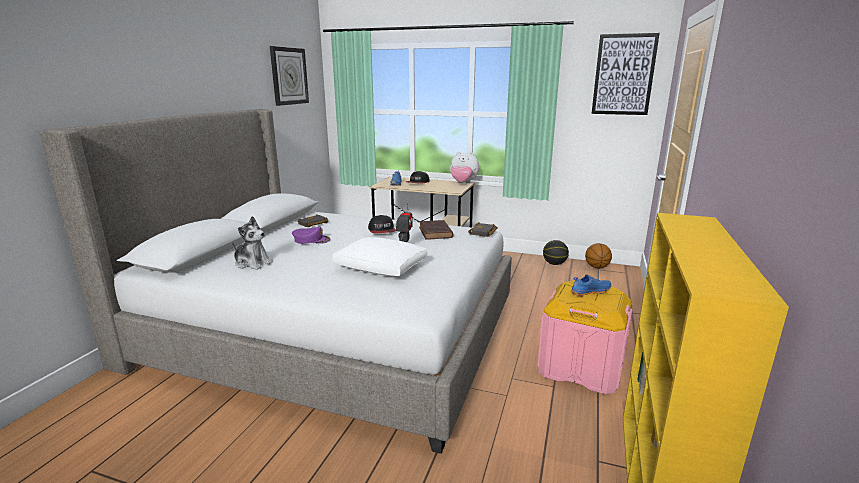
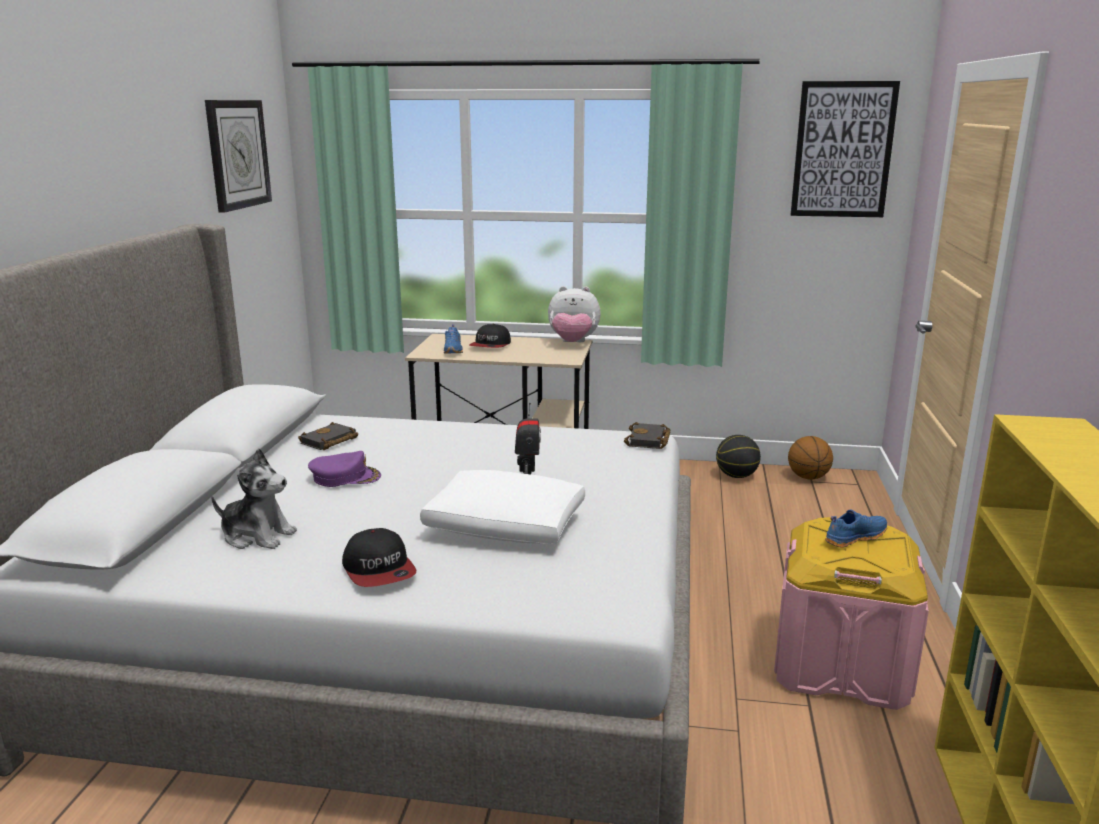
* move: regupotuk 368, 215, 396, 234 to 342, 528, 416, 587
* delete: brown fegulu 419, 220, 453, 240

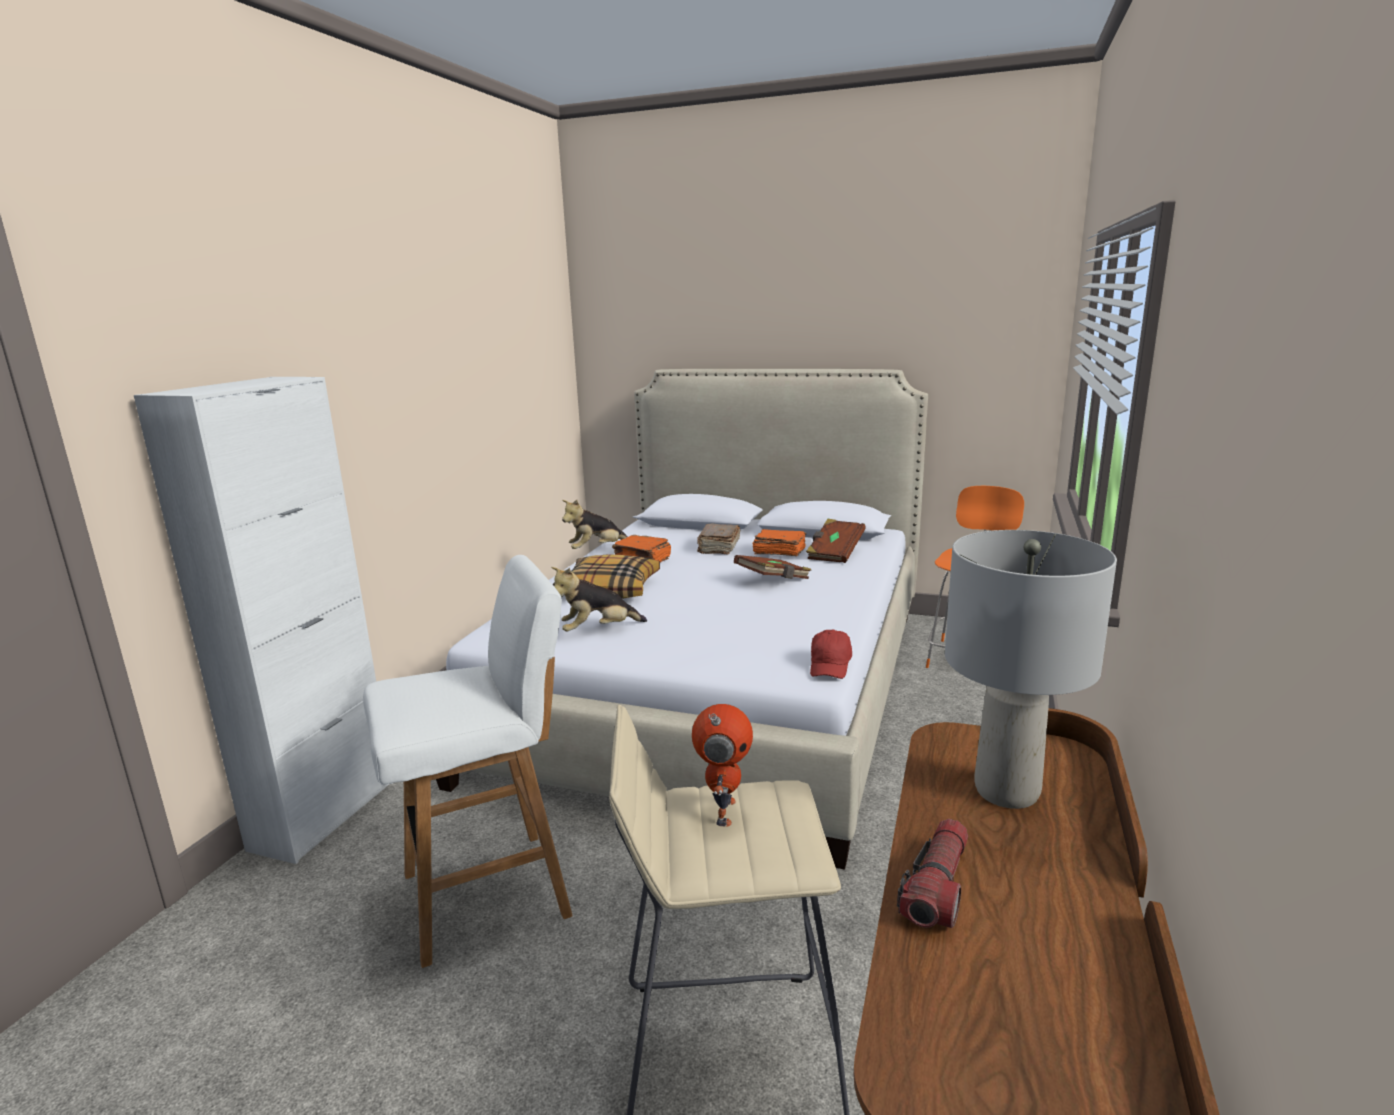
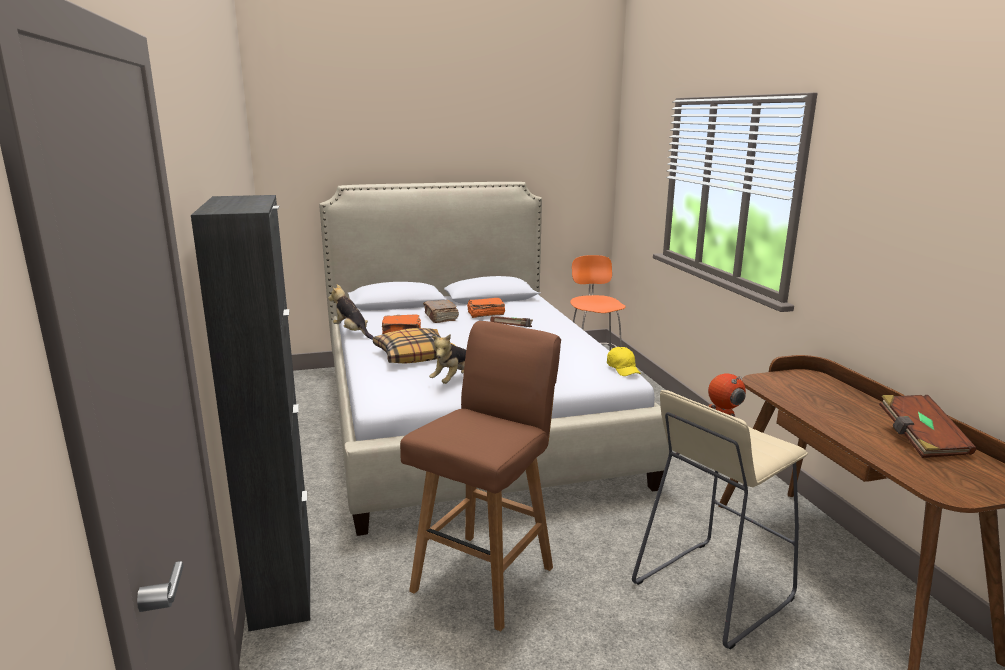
* recolor: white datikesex 134, 377, 392, 864 to black datikesex 191, 195, 310, 631
* rotate: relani 562, 500, 627, 549 = 328, 284, 373, 340 105 degrees clockwise
* move: brown fegulu 806, 519, 866, 563 to 879, 395, 977, 458
* delete: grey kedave 945, 530, 1117, 809
* recolor: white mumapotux 363, 555, 573, 968 to brown mumapotux 400, 321, 561, 632
* recolor: red regupotuk 810, 629, 852, 679 to yellow regupotuk 607, 347, 641, 376
* delete: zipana 897, 819, 968, 928

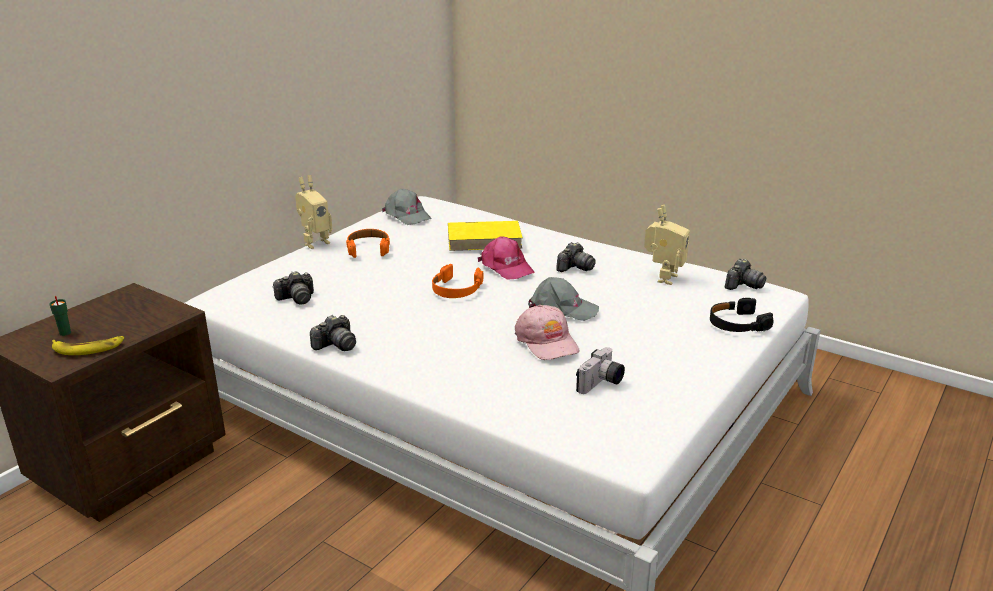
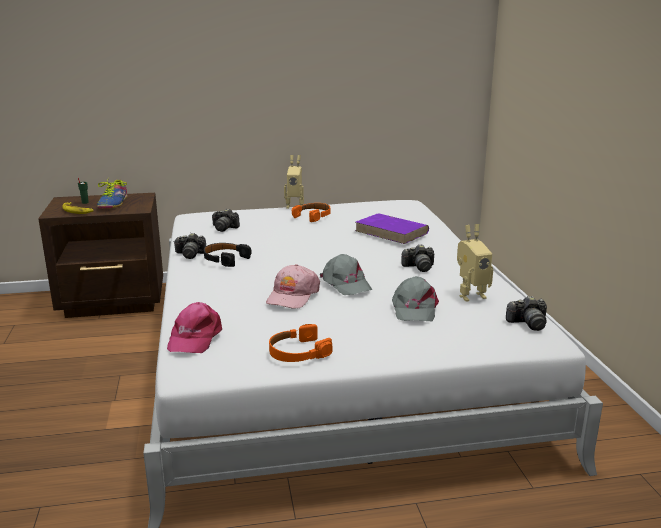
* move: grey regupotuk 382, 189, 432, 225 to 392, 276, 439, 321
* recolor: yellow fegulu 448, 221, 523, 251 to purple fegulu 355, 213, 429, 244
* move: pink regupotuk 478, 236, 535, 280 to 167, 302, 222, 353
* move: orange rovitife 432, 264, 483, 298 to 269, 324, 333, 362
* move: black rovitife 710, 298, 774, 332 to 204, 243, 252, 267
* delete: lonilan 576, 347, 625, 394
* insert: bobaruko 97, 177, 128, 209

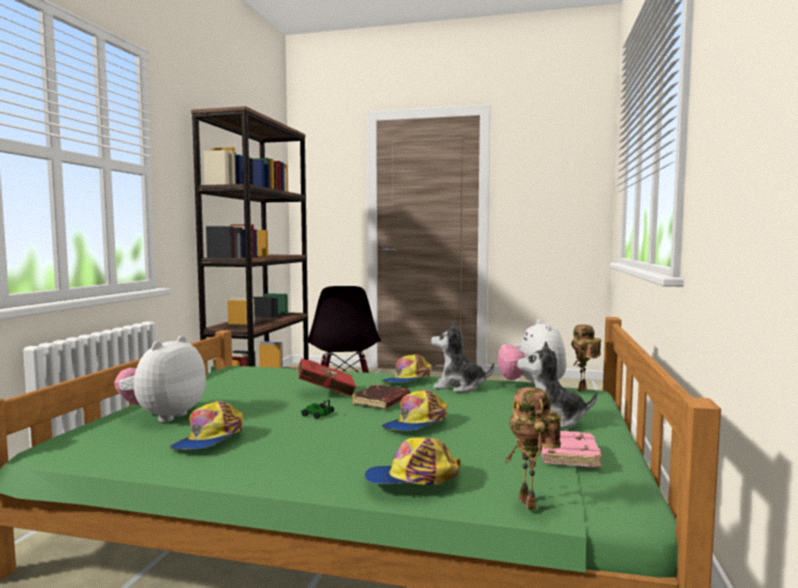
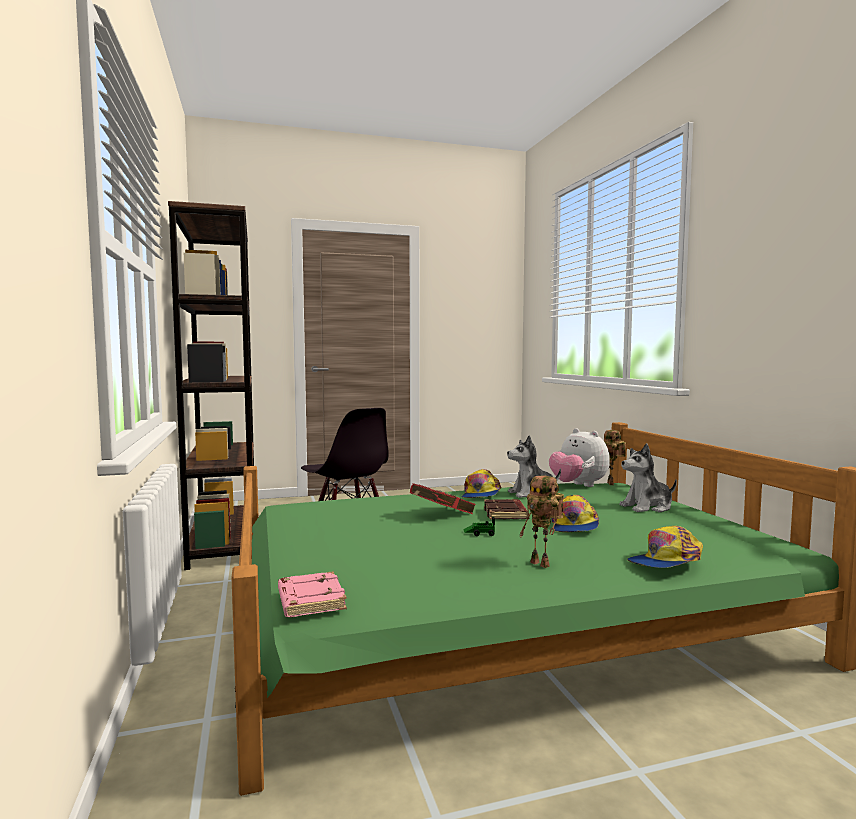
* delete: relani 114, 336, 206, 422
* move: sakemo 504, 387, 562, 510 to 519, 476, 564, 568
* delete: regupotuk 169, 401, 243, 450
* move: pink fegulu 541, 431, 602, 468 to 278, 571, 347, 617

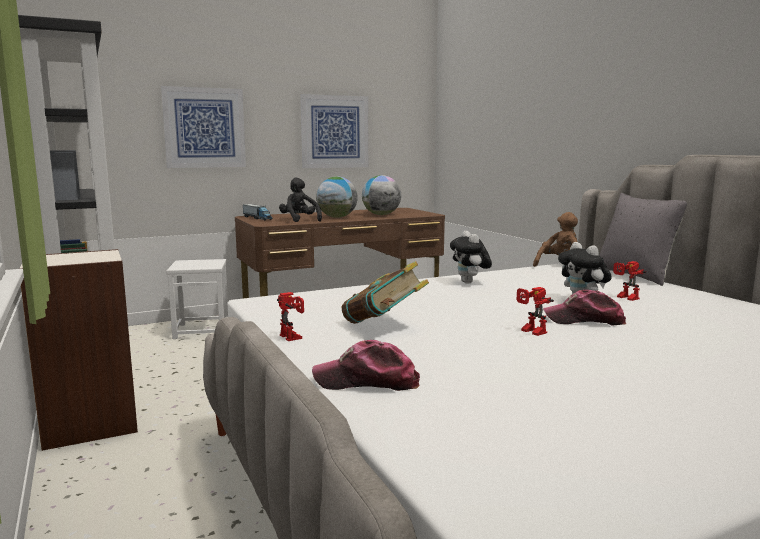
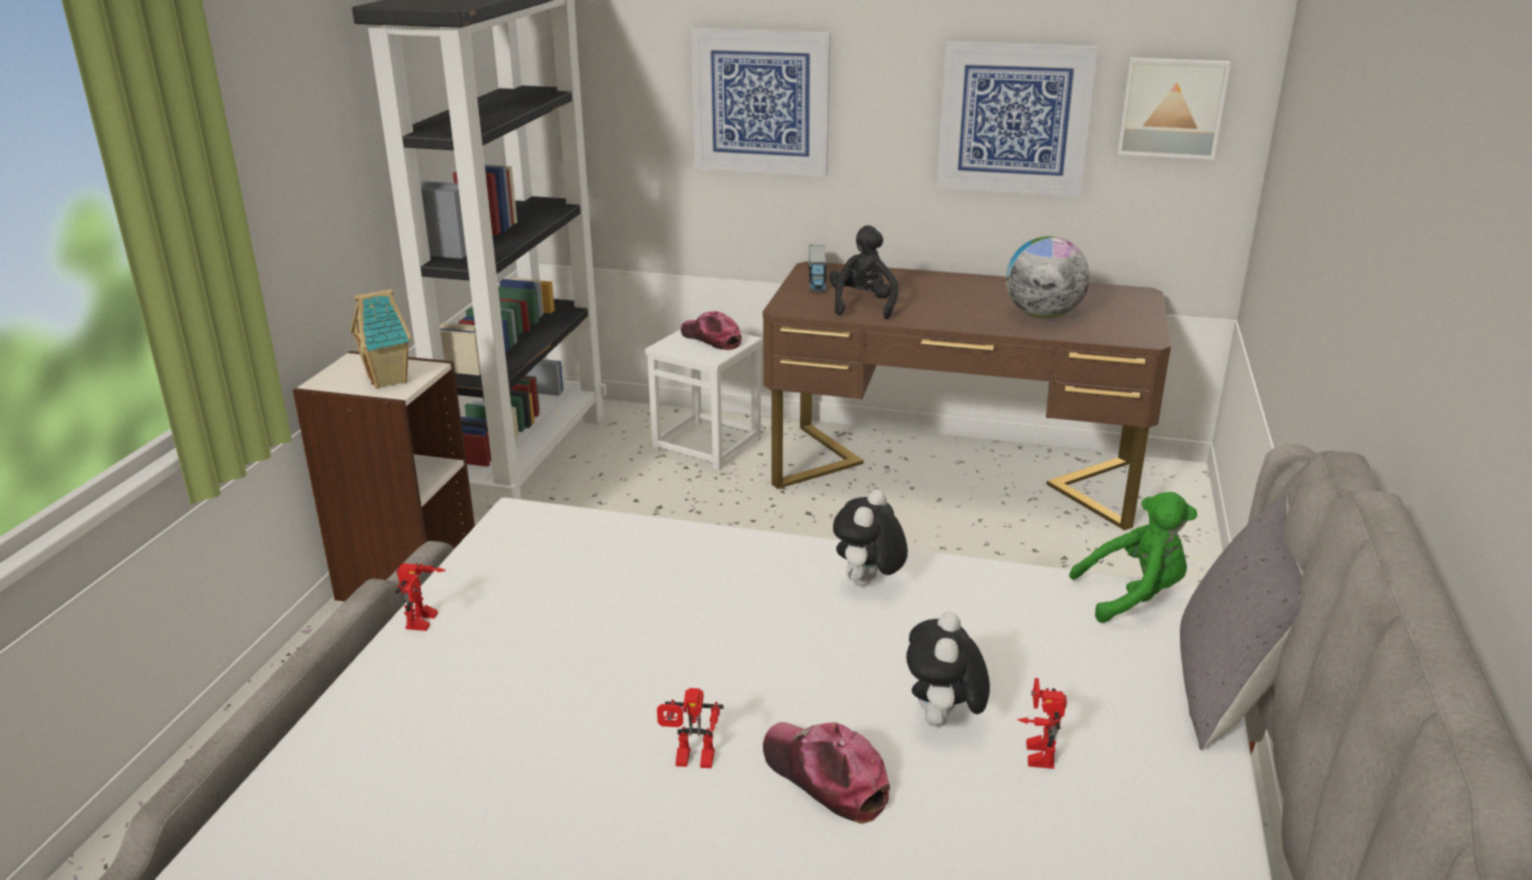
* delete: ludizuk 316, 176, 358, 218
* recolor: brown relani 533, 212, 578, 267 to green relani 1069, 492, 1197, 623
* delete: fegulu 341, 261, 429, 324
* rotate: sakemo 517, 287, 554, 336 = 657, 688, 724, 768 90 degrees counterclockwise
* move: regupotuk 312, 340, 420, 391 to 681, 311, 742, 350
* insert: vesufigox 1117, 58, 1231, 160
* insert: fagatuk 350, 289, 412, 389

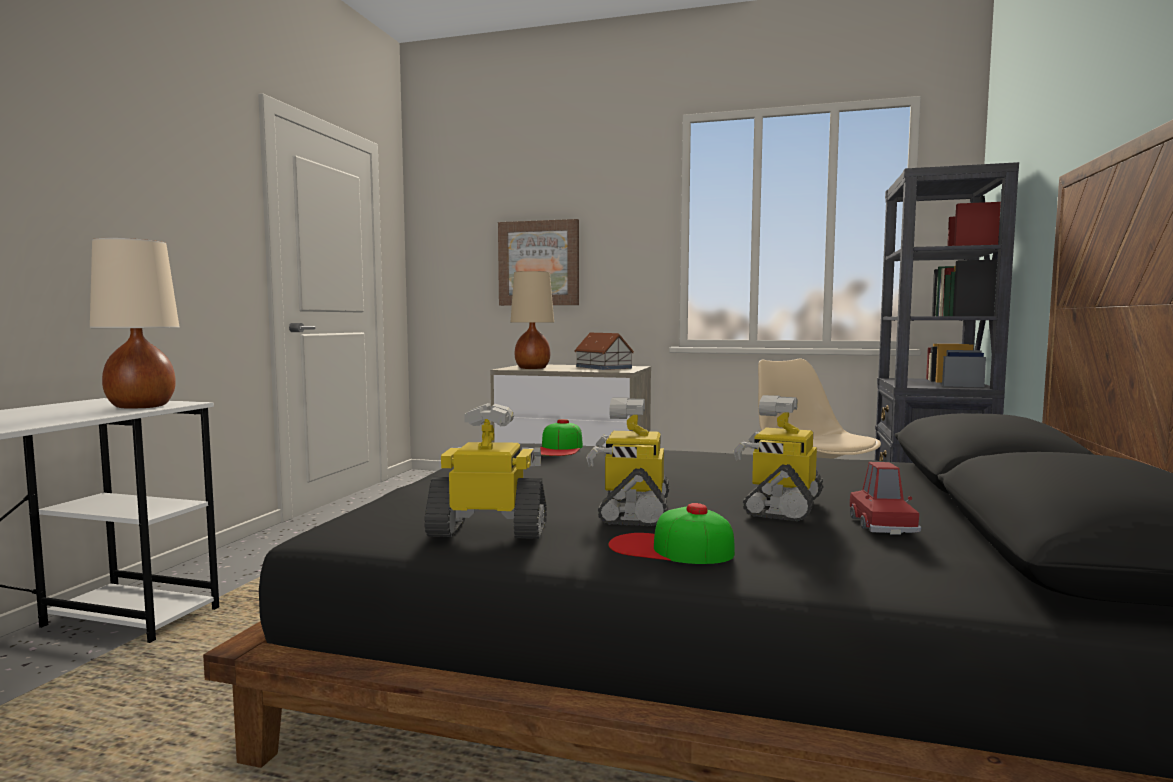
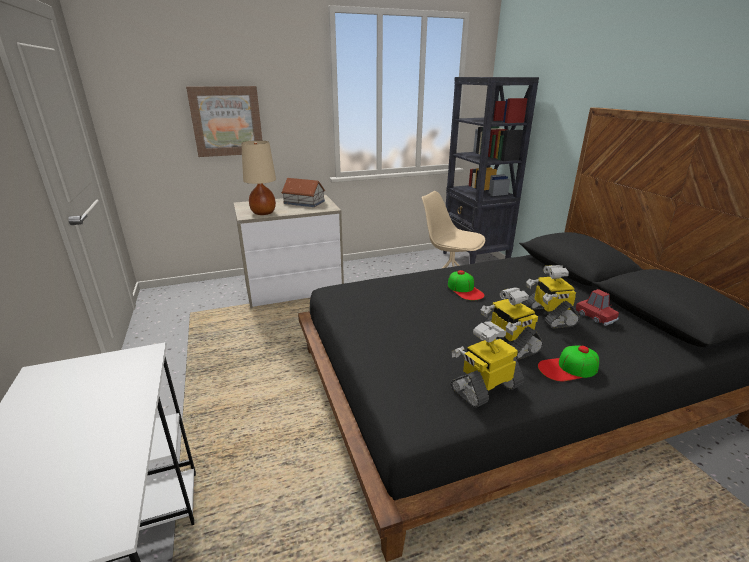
* delete: beige kedave 90, 238, 179, 408
* move: regupotuk 540, 419, 583, 456 to 448, 270, 485, 300

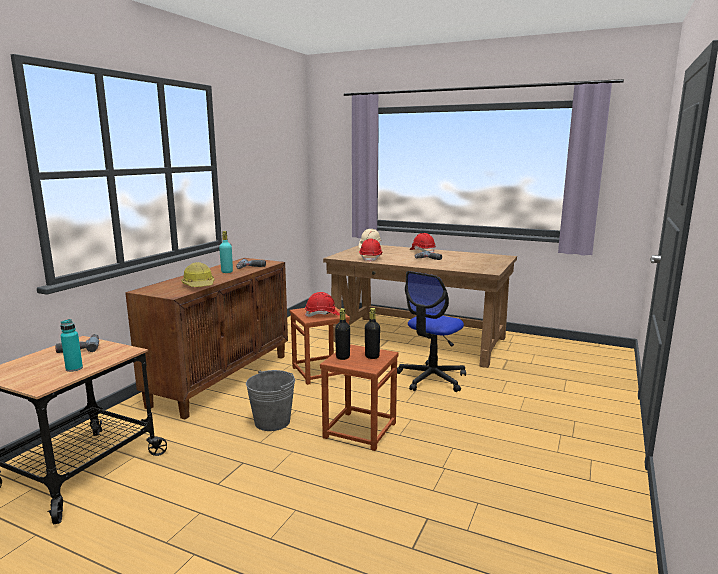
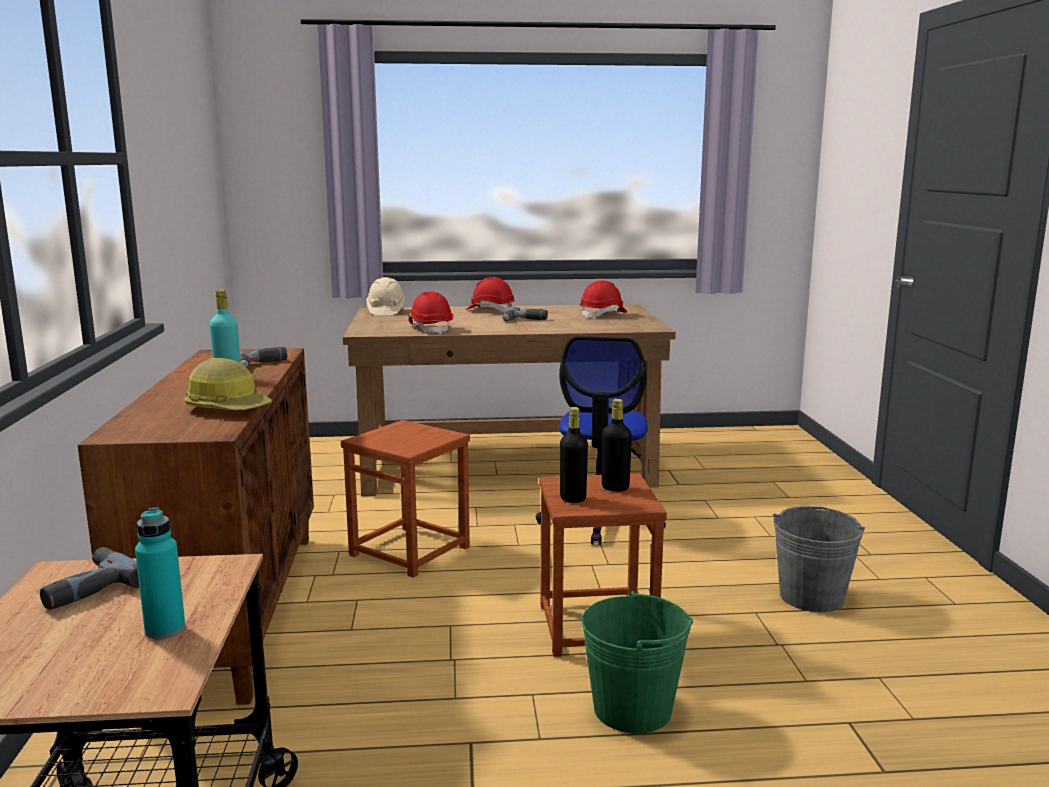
* move: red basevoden 305, 292, 340, 317 to 580, 280, 627, 318
* move: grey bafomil 246, 370, 295, 431 to 773, 506, 865, 612
* insert: green bafomil 581, 590, 693, 734

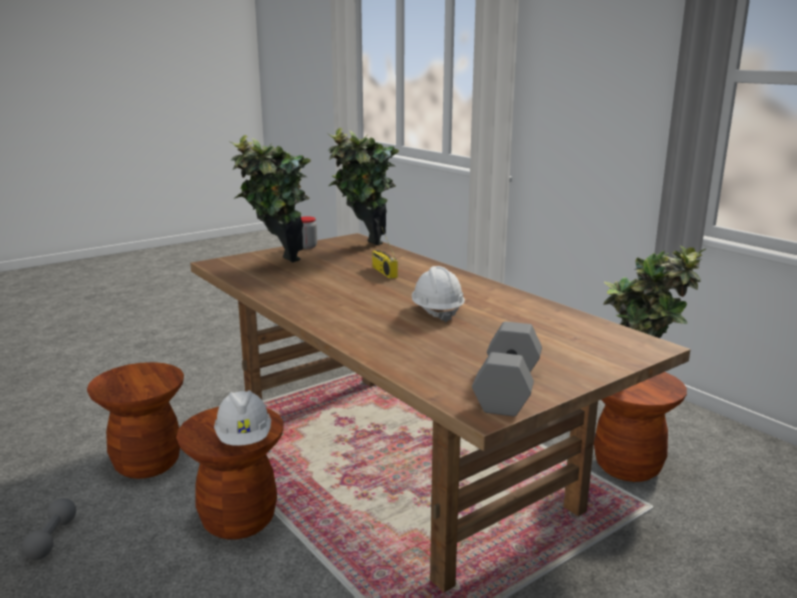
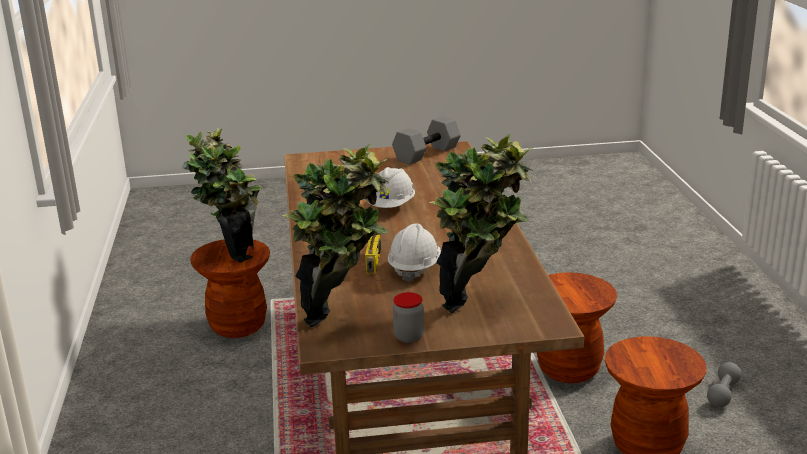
* move: white basevoden 214, 390, 271, 446 to 388, 223, 441, 283

